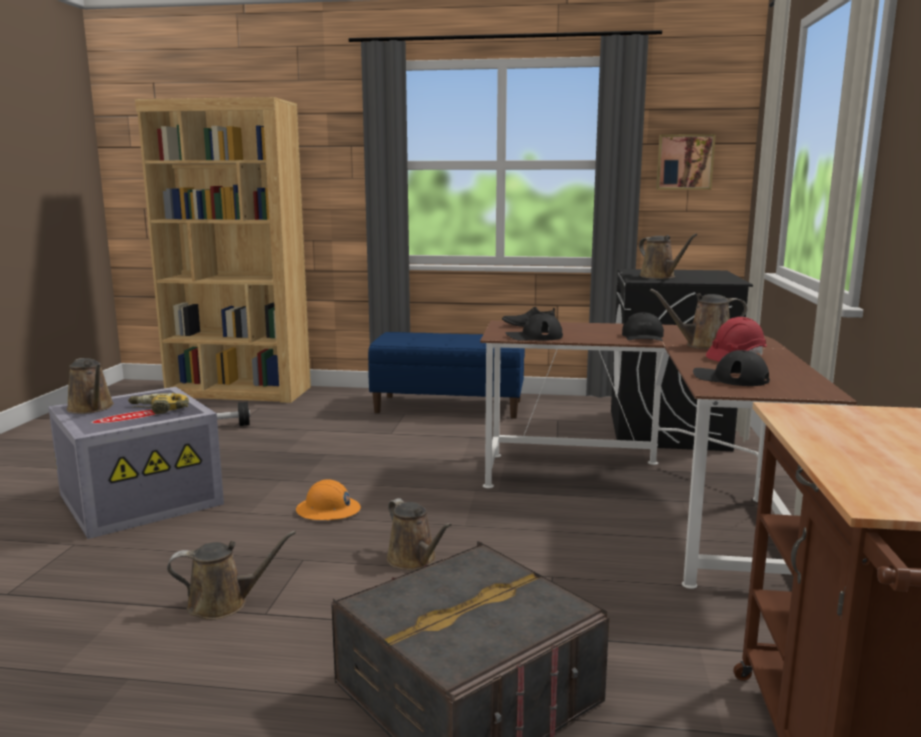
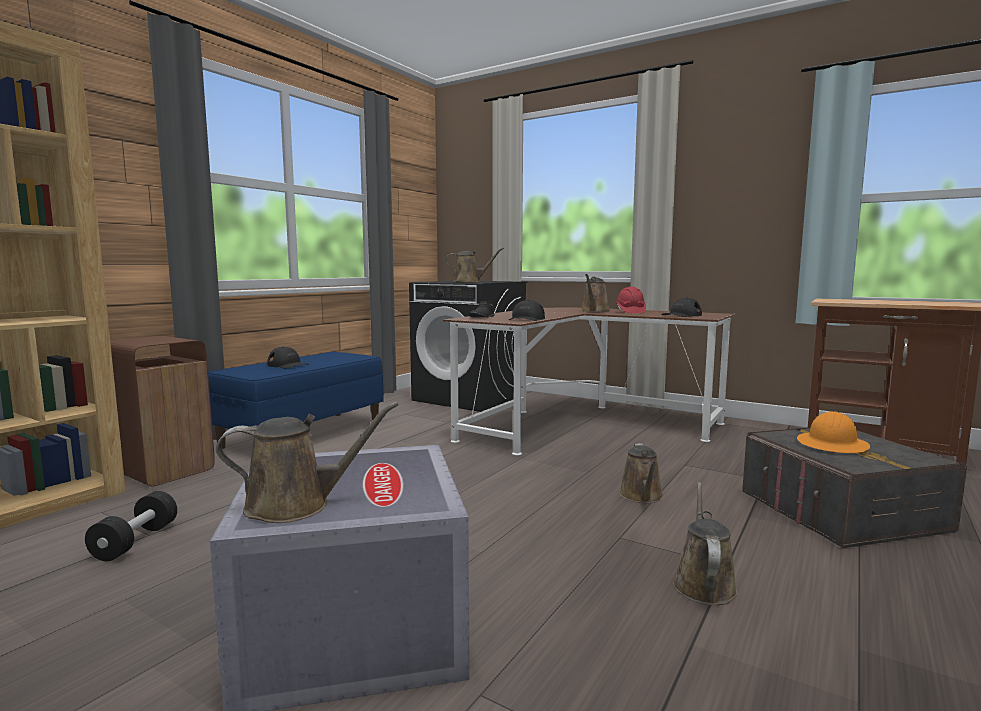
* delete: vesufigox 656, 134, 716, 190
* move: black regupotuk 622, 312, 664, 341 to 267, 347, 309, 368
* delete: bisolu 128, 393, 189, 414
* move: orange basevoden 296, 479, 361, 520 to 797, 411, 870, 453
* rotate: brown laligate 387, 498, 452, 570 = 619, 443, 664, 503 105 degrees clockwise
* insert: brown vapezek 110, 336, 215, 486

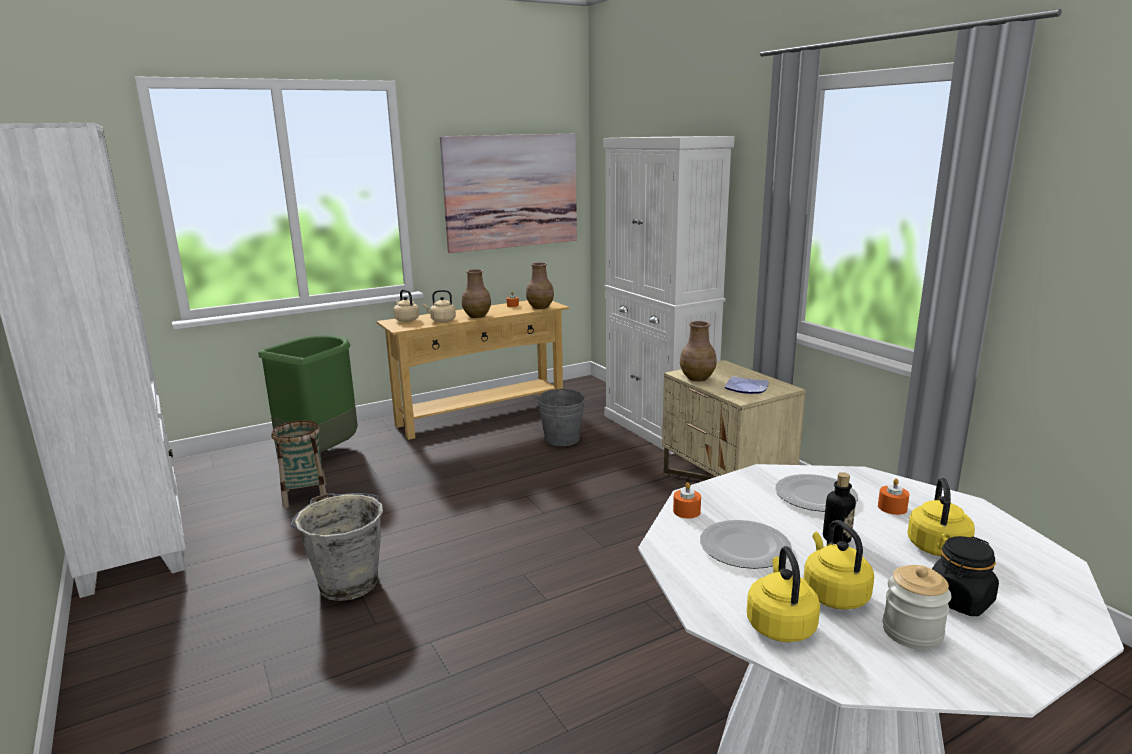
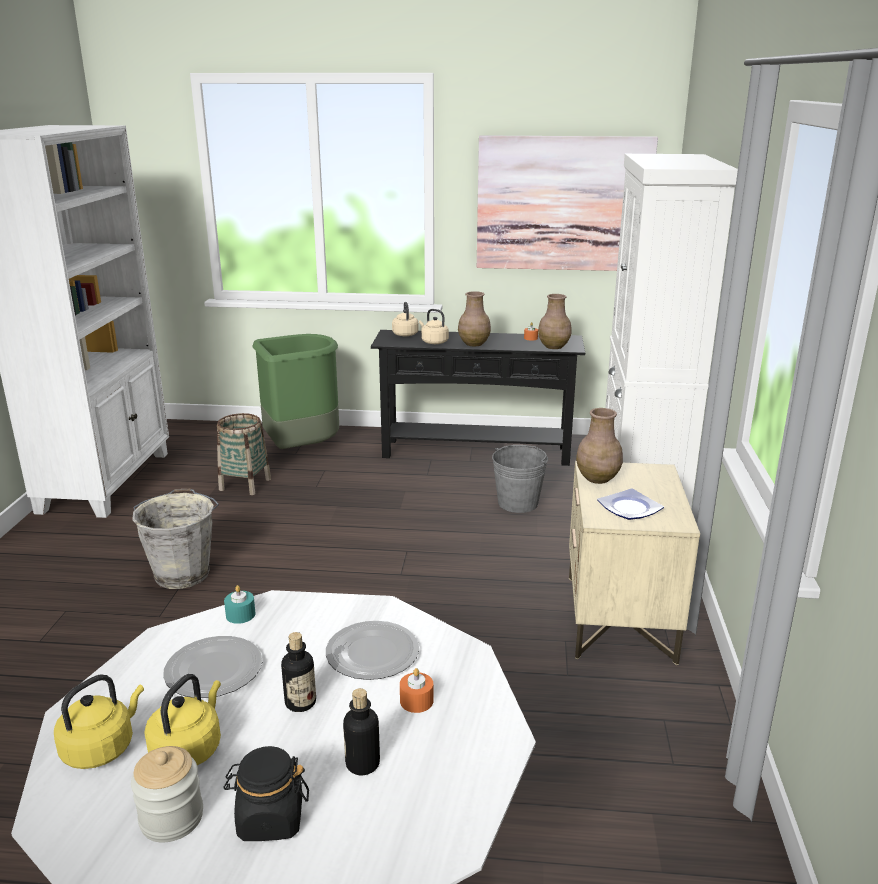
* recolor: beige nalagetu 376, 300, 569, 440 to black nalagetu 371, 330, 585, 466
* replace: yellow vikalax 907, 477, 975, 556 to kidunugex 343, 688, 380, 775
* recolor: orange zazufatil 673, 482, 701, 518 to turquoise zazufatil 224, 585, 255, 624

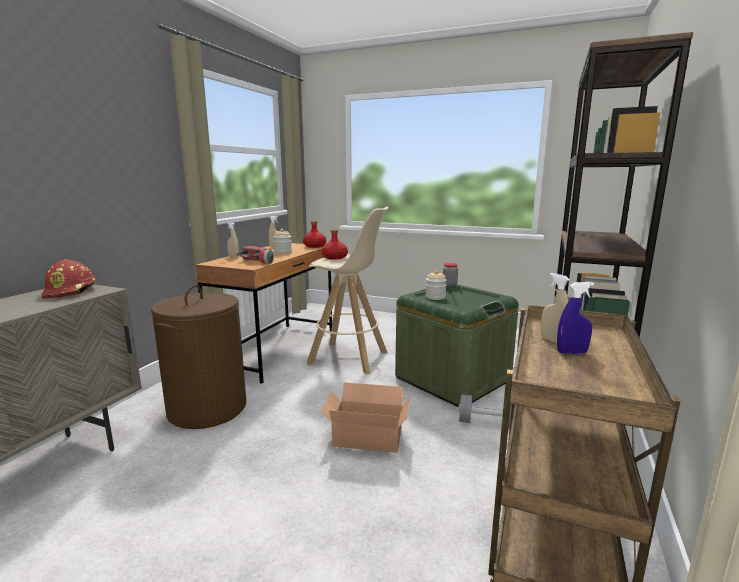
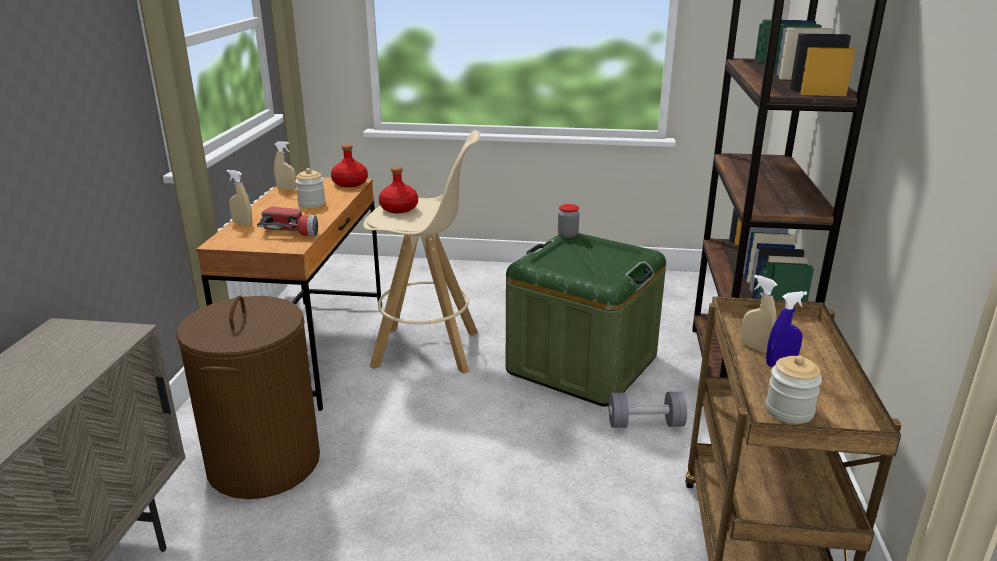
* delete: red basevoden 42, 259, 96, 298
* move: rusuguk 425, 270, 447, 300 to 766, 355, 822, 424
* delete: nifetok 321, 382, 410, 453

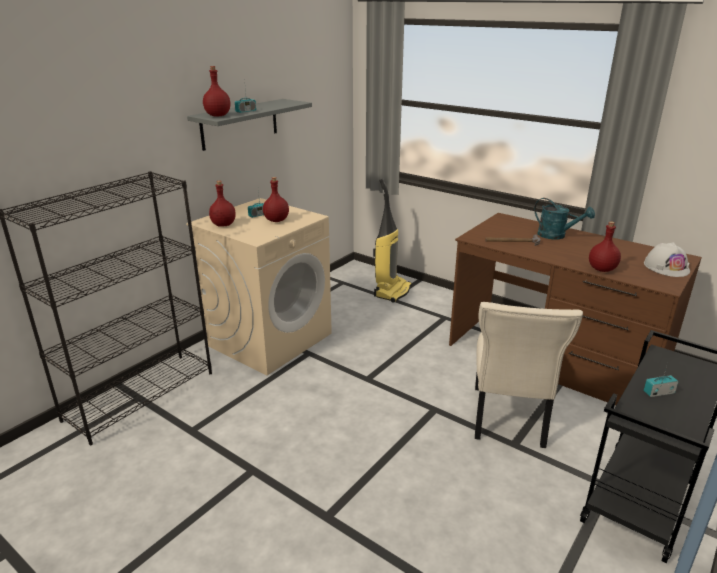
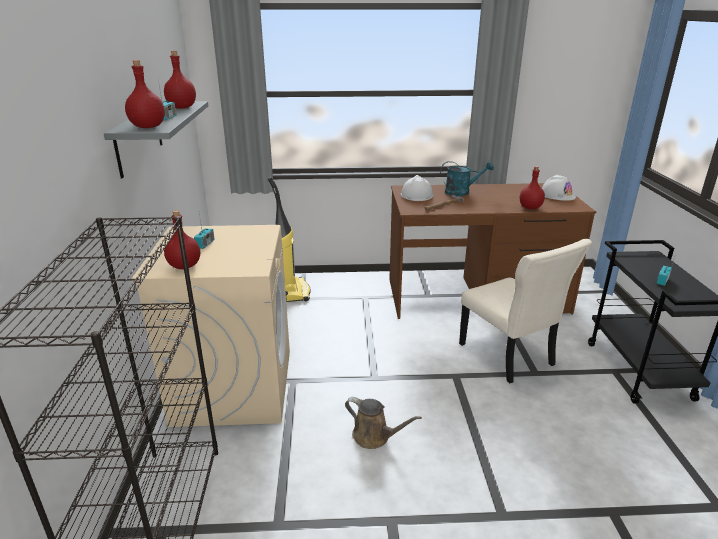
* move: red kidunugex 263, 177, 289, 222 to 164, 51, 196, 108
* insert: white basevoden 401, 175, 433, 201
* insert: brown laligate 345, 397, 422, 449

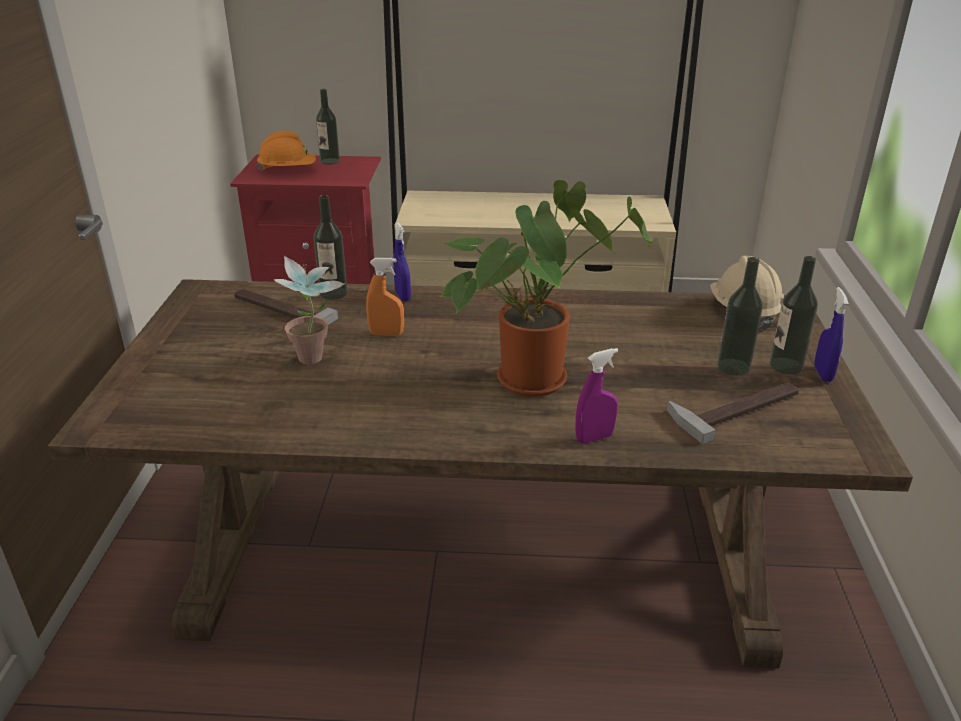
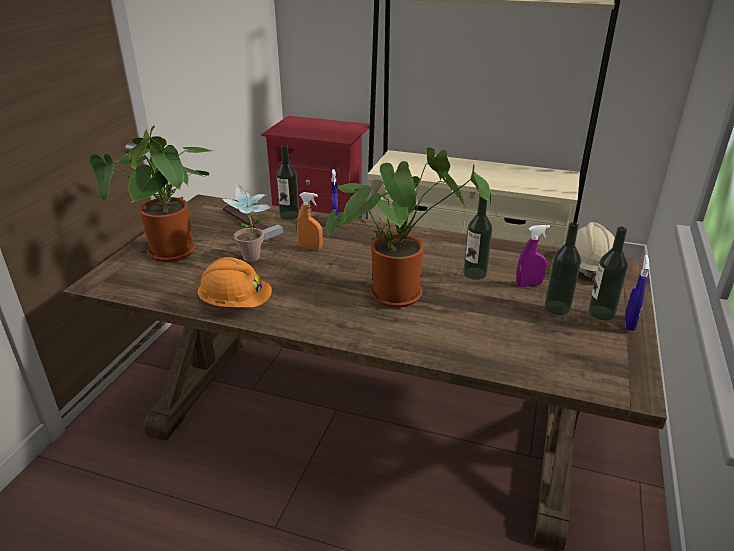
* move: kidunugex 316, 89, 340, 165 to 463, 194, 492, 280
* move: orange basevoden 257, 131, 316, 171 to 198, 257, 272, 308
* move: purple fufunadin 575, 348, 618, 443 to 516, 225, 550, 287
* delete: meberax 667, 382, 799, 444
* insert: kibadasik 90, 126, 212, 262

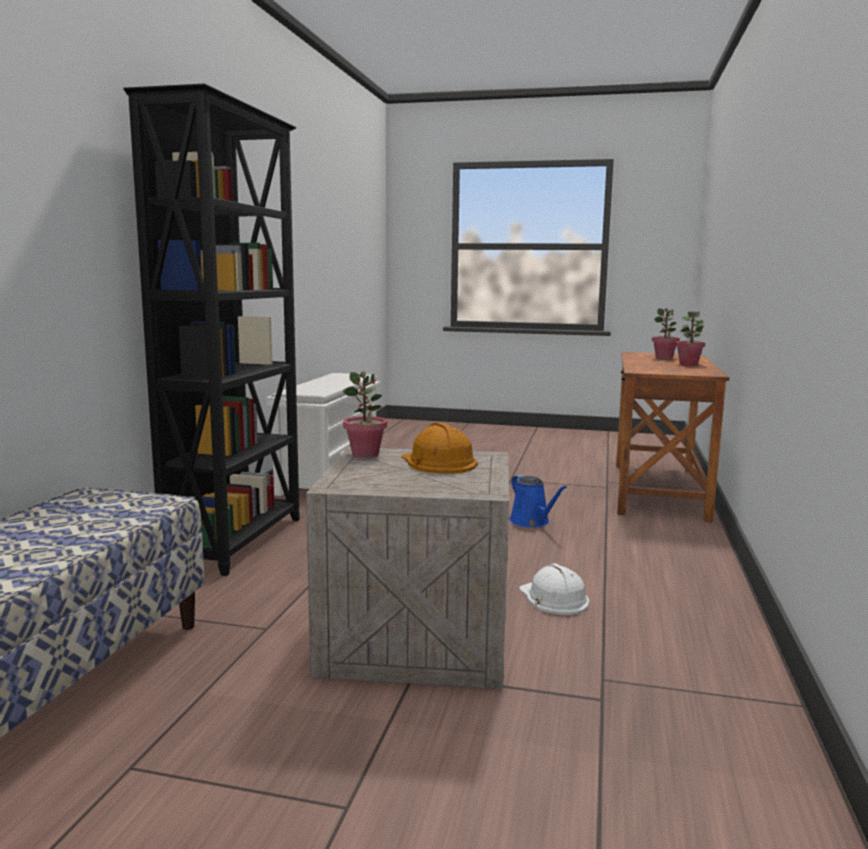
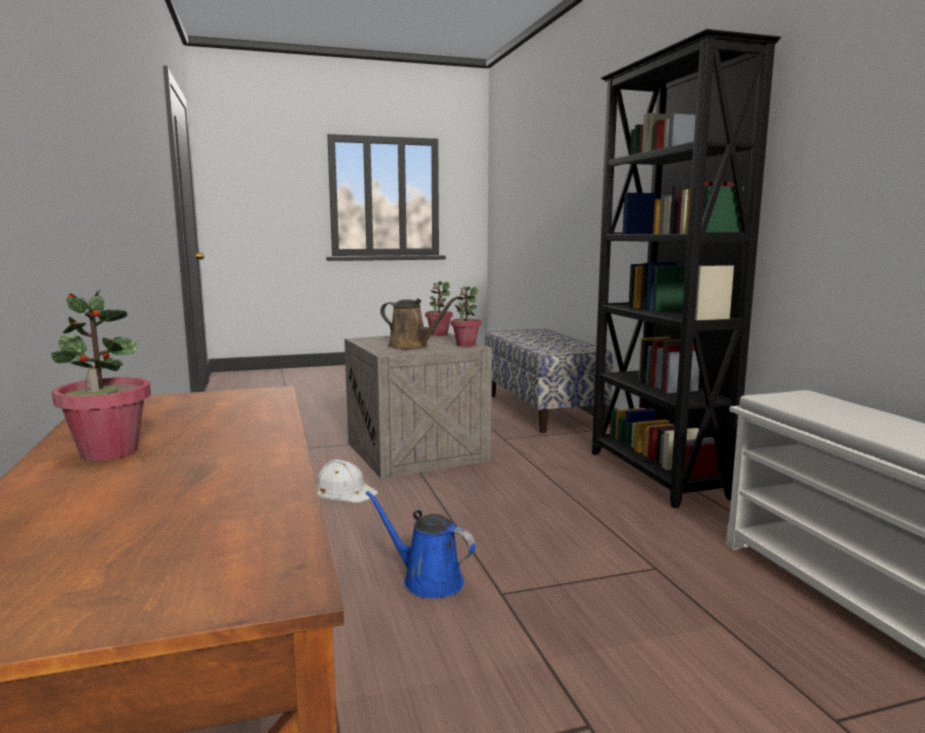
* move: kibadasik 652, 308, 679, 359 to 425, 282, 453, 336
* replace: orange basevoden 401, 422, 478, 474 to brown laligate 380, 297, 458, 349

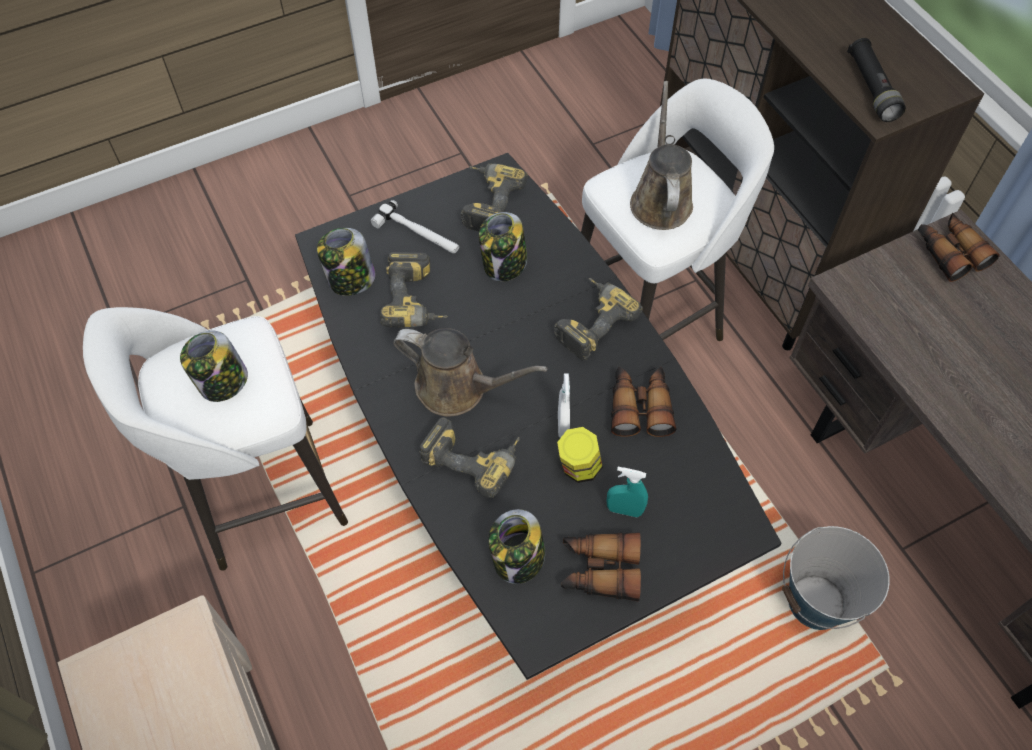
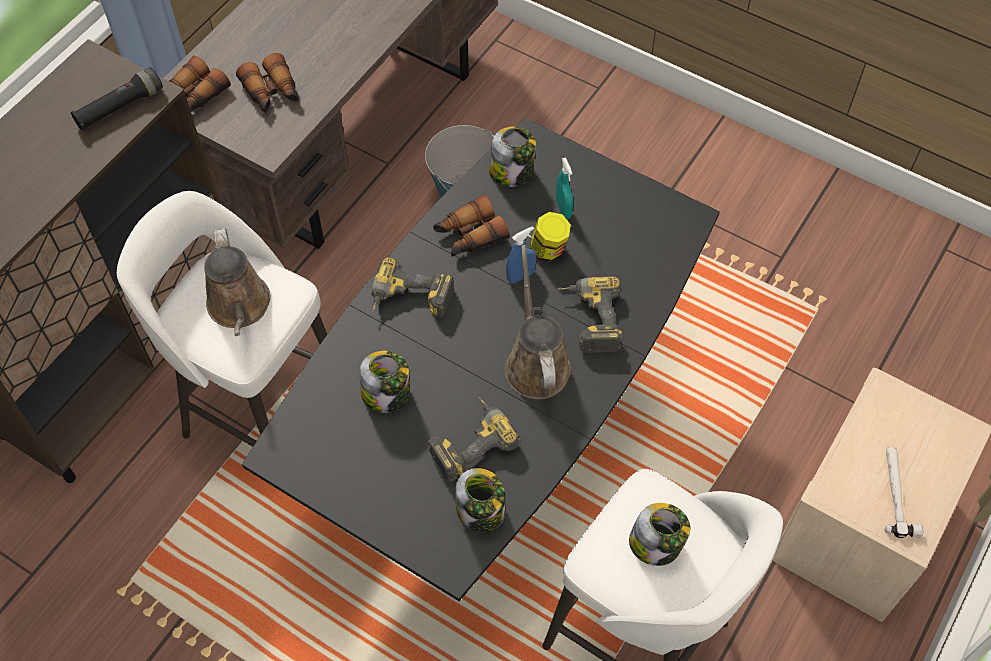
* rotate: brown laligate 630, 81, 693, 230 = 204, 228, 271, 336 75 degrees counterclockwise
* delete: bisolu 461, 163, 528, 231
* move: meberax 371, 200, 459, 254 to 885, 447, 923, 538
* recolor: white fufunadin 558, 373, 570, 438 to blue fufunadin 506, 226, 536, 284
* move: rusuguk 488, 509, 545, 584 to 489, 127, 536, 187
* move: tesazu 561, 532, 641, 602 to 236, 53, 299, 113

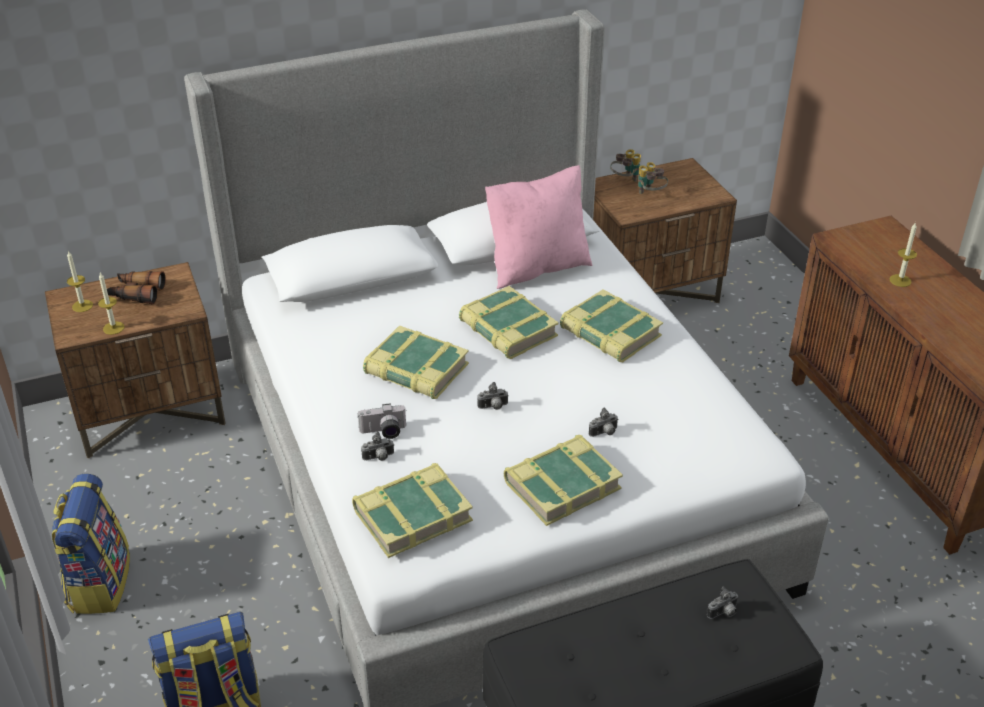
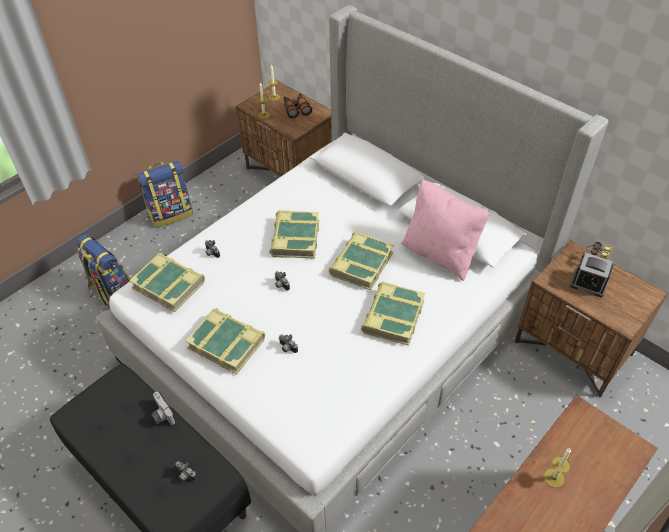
* replace: tesazu 638, 162, 668, 194 to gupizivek 570, 253, 613, 297
* move: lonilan 357, 403, 407, 439 to 150, 392, 177, 425

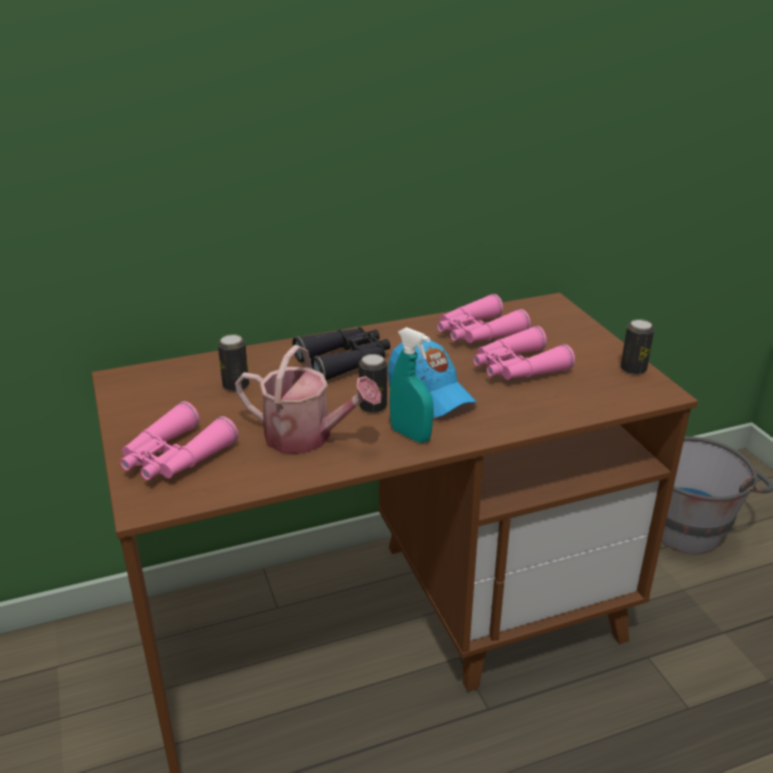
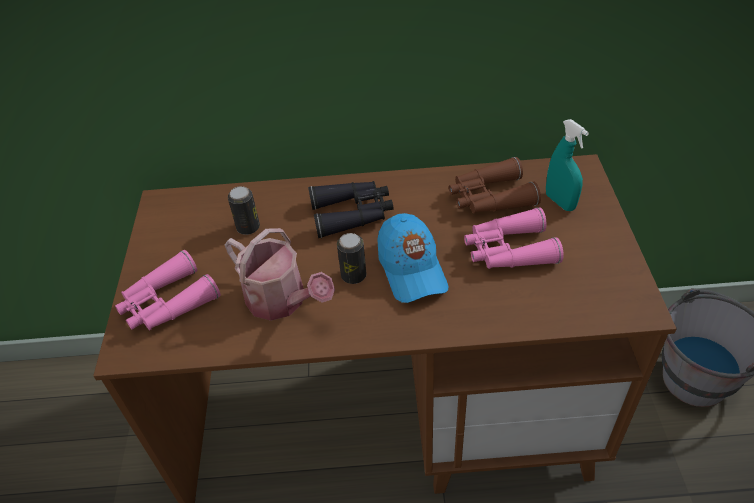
* recolor: pink tesazu 437, 294, 531, 343 to brown tesazu 449, 157, 541, 214
* delete: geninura 621, 319, 654, 375
* move: turquoise fufunadin 389, 327, 433, 443 to 546, 119, 589, 211

